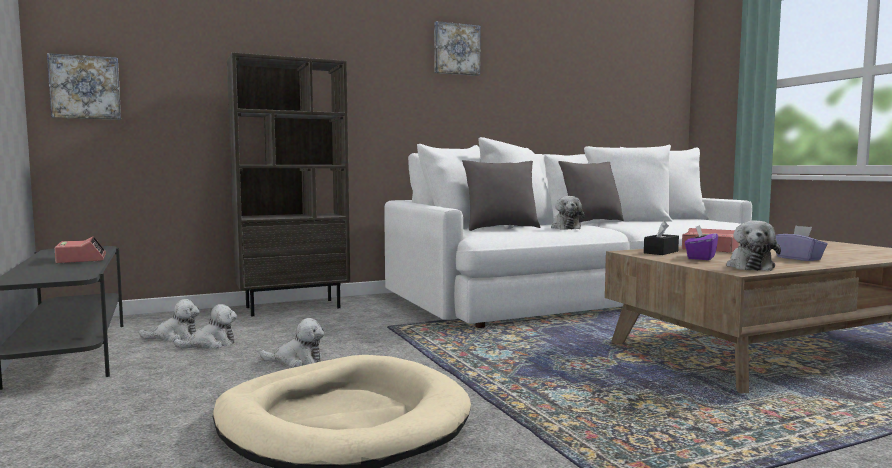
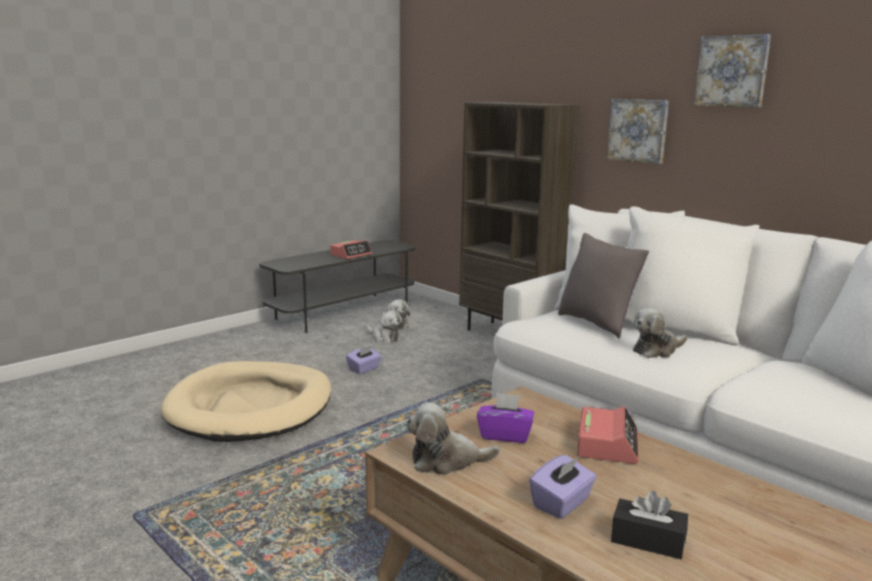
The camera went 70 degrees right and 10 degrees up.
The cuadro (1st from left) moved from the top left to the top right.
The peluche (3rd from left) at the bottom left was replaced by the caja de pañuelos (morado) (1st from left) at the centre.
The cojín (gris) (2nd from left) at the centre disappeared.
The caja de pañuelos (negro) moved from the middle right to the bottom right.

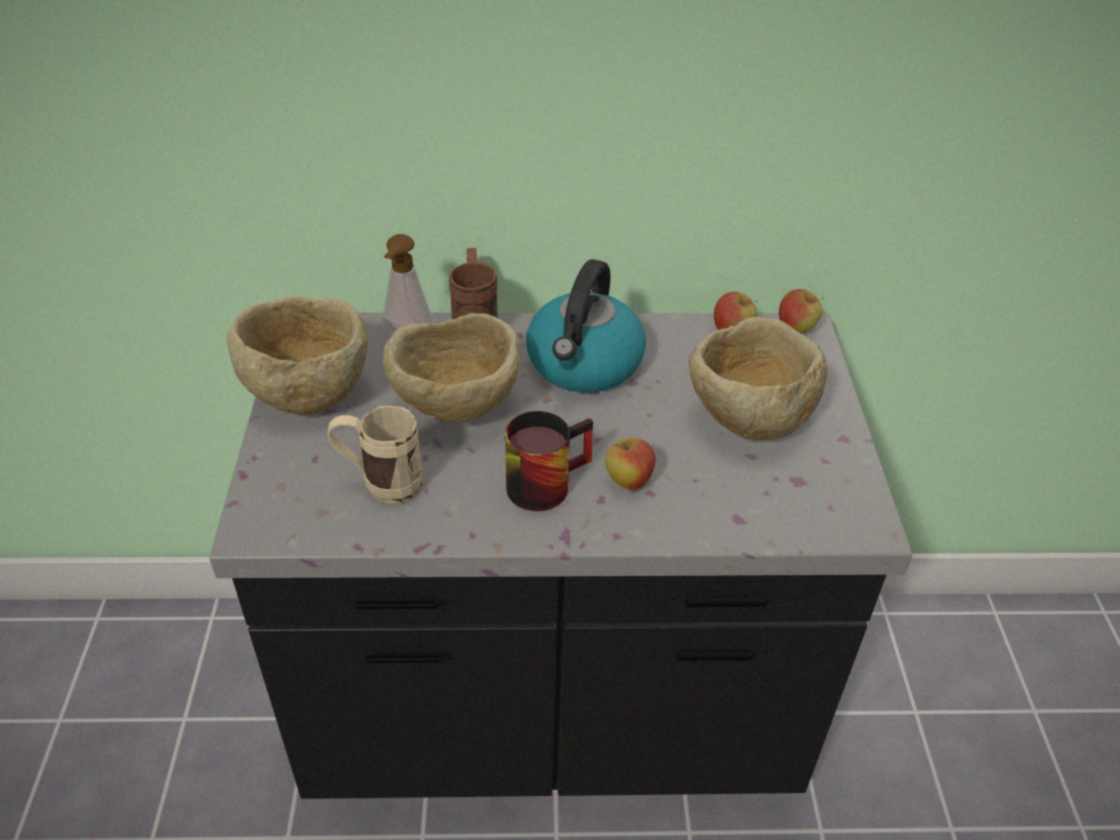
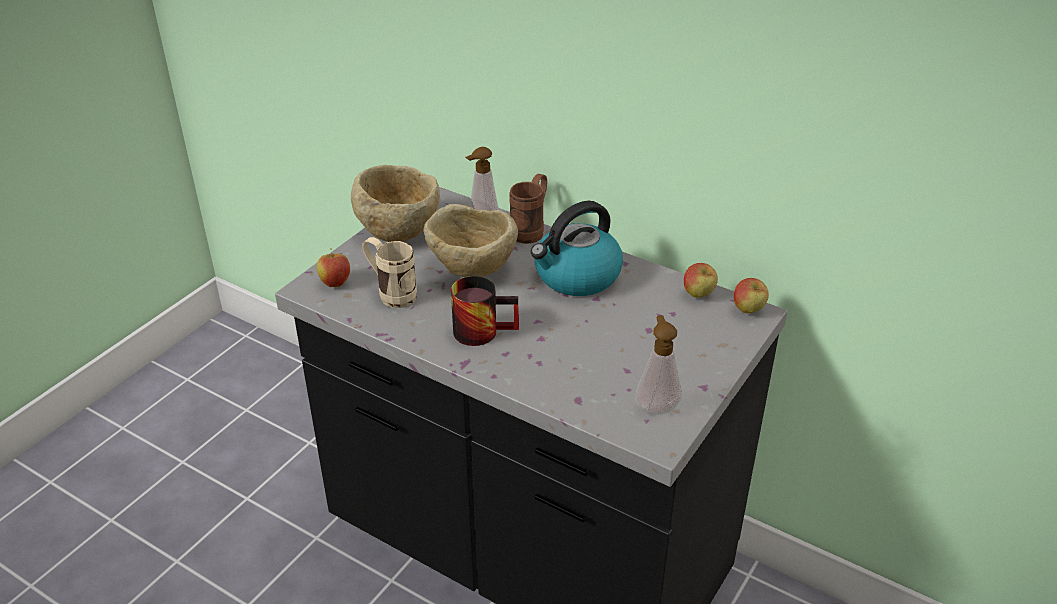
The camera went 35 degrees right and 5 degrees down.
The manzana (1st from left) moved from the centre to the middle left.
The cuenco (beis) (3rd from left) at the middle right disappeared.
The dispensador de jabón (2nd from left) at the centre appeared.

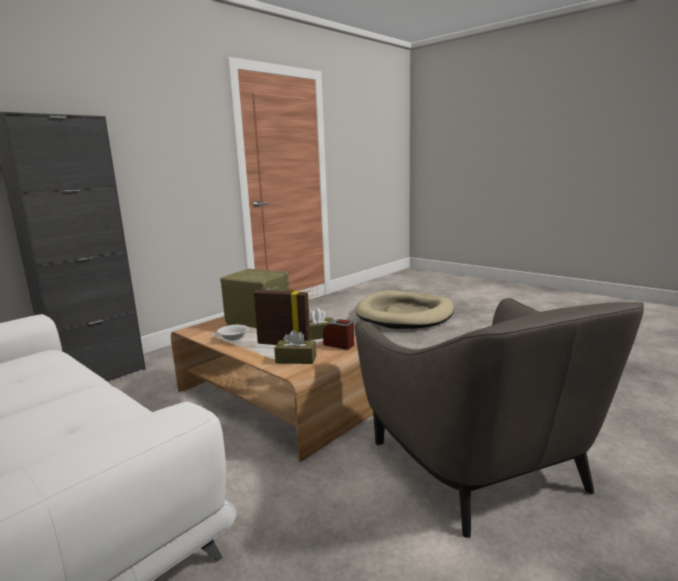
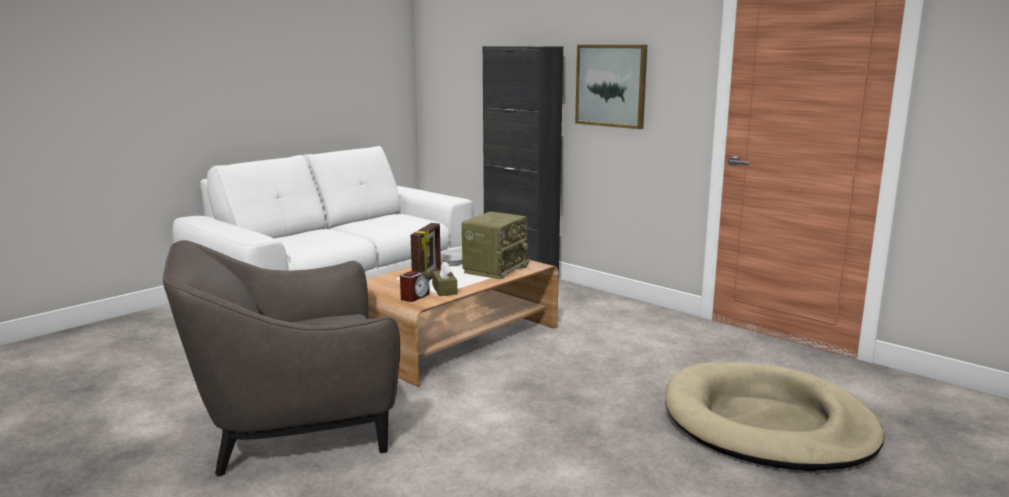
The camera went 90 degrees right and 0 degrees up.
The caja de pañuelos (marrón) (1st from left) at the centre disappeared.
The cuadro at the top centre appeared.

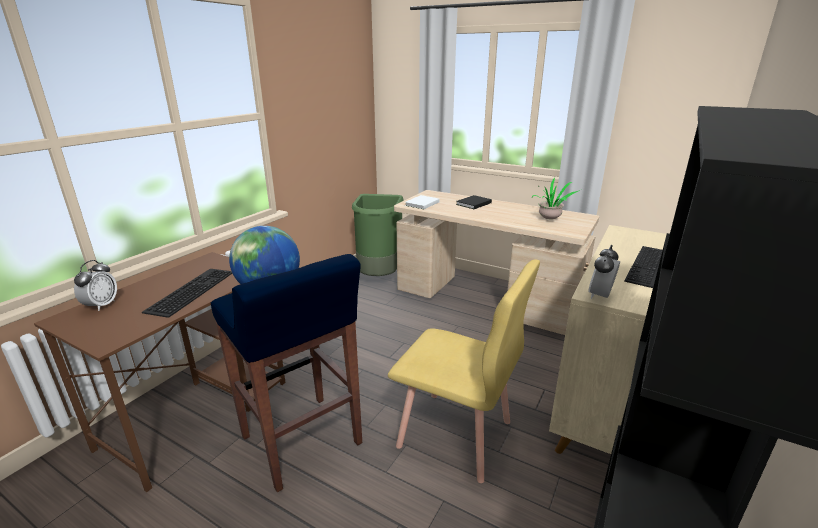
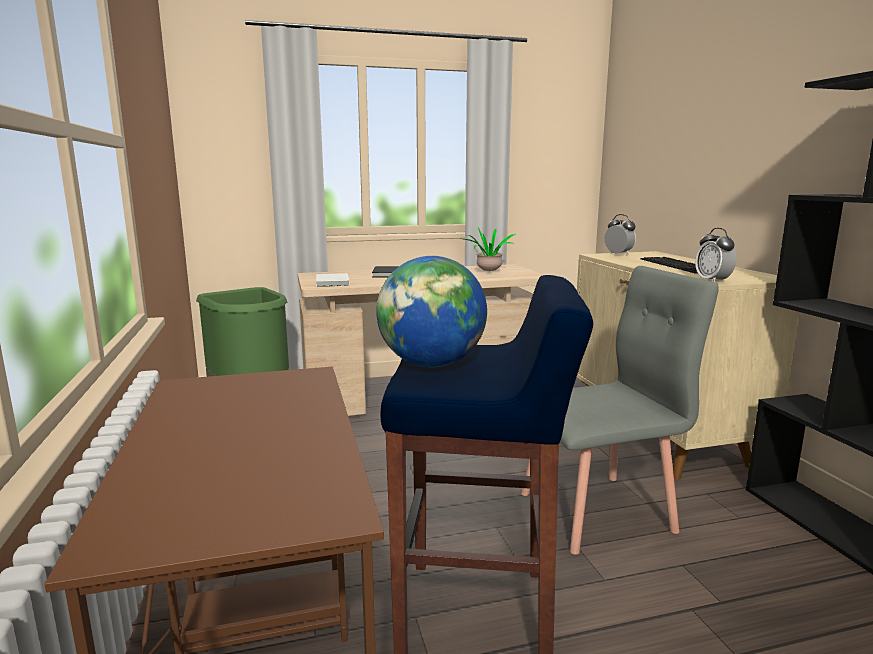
The camera went 45 degrees left and 10 degrees down.
The despertador (1st from left) moved from the middle left to the middle right.
The teclado (1st from left) at the middle left disappeared.
The silla (amarillo) at the bottom centre became the silla (gris) at the middle right.

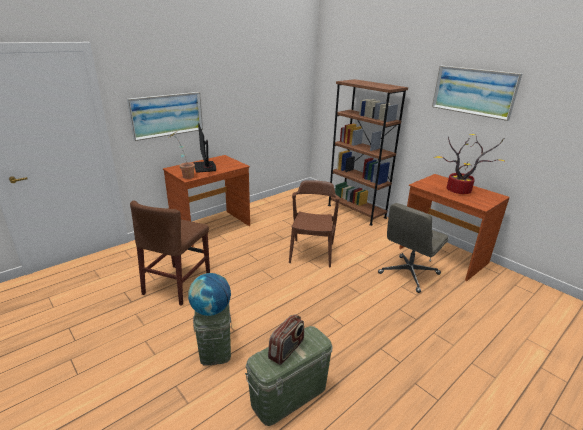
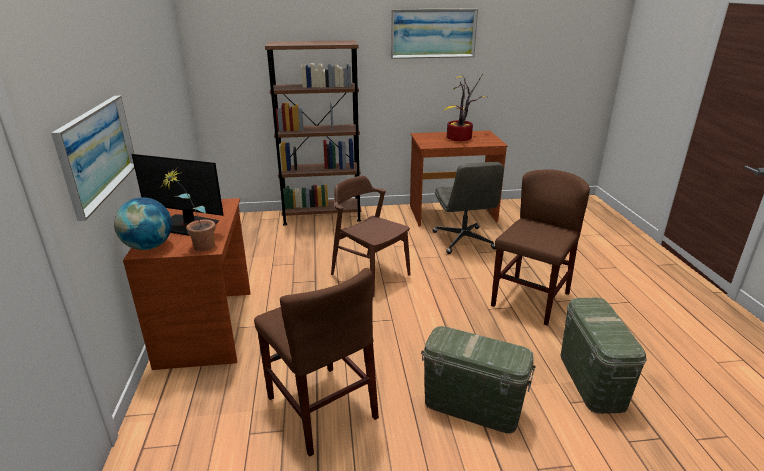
The camera went 55 degrees left and 0 degrees up.
The globo terráqueo moved from the bottom centre to the middle left.
The radio at the bottom centre disappeared.
The silla (marrón) (3rd from left) at the middle right appeared.

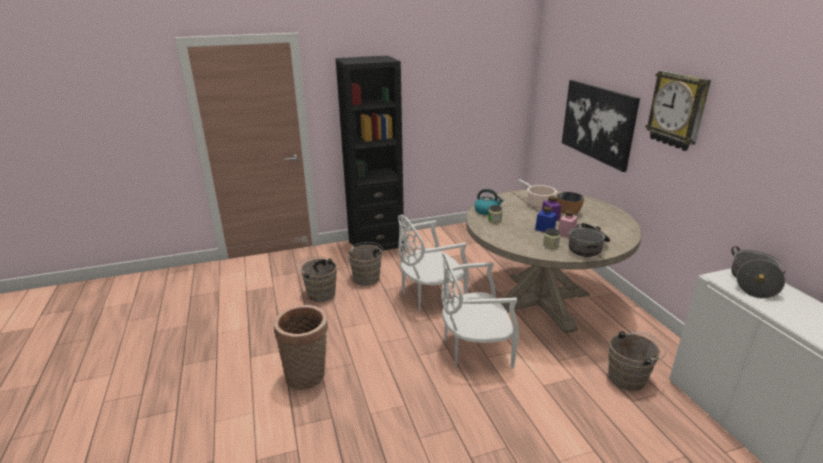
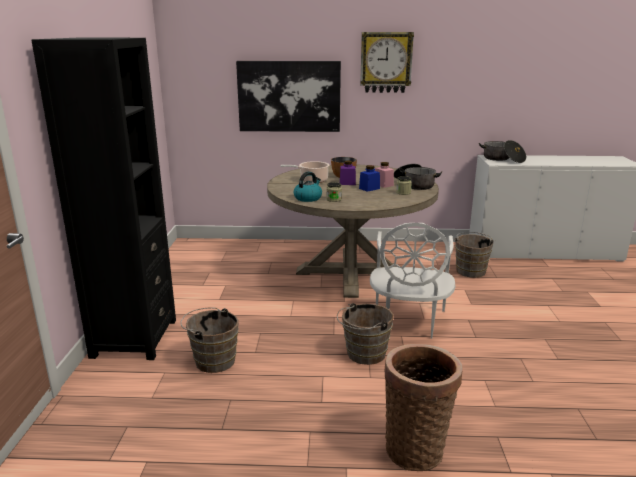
The camera went 70 degrees left and 5 degrees down.
The cubo (marrón) (1st from left in the first image) moved from the centre to the bottom centre.
The silla (blanco) (1st from left) at the centre disappeared.

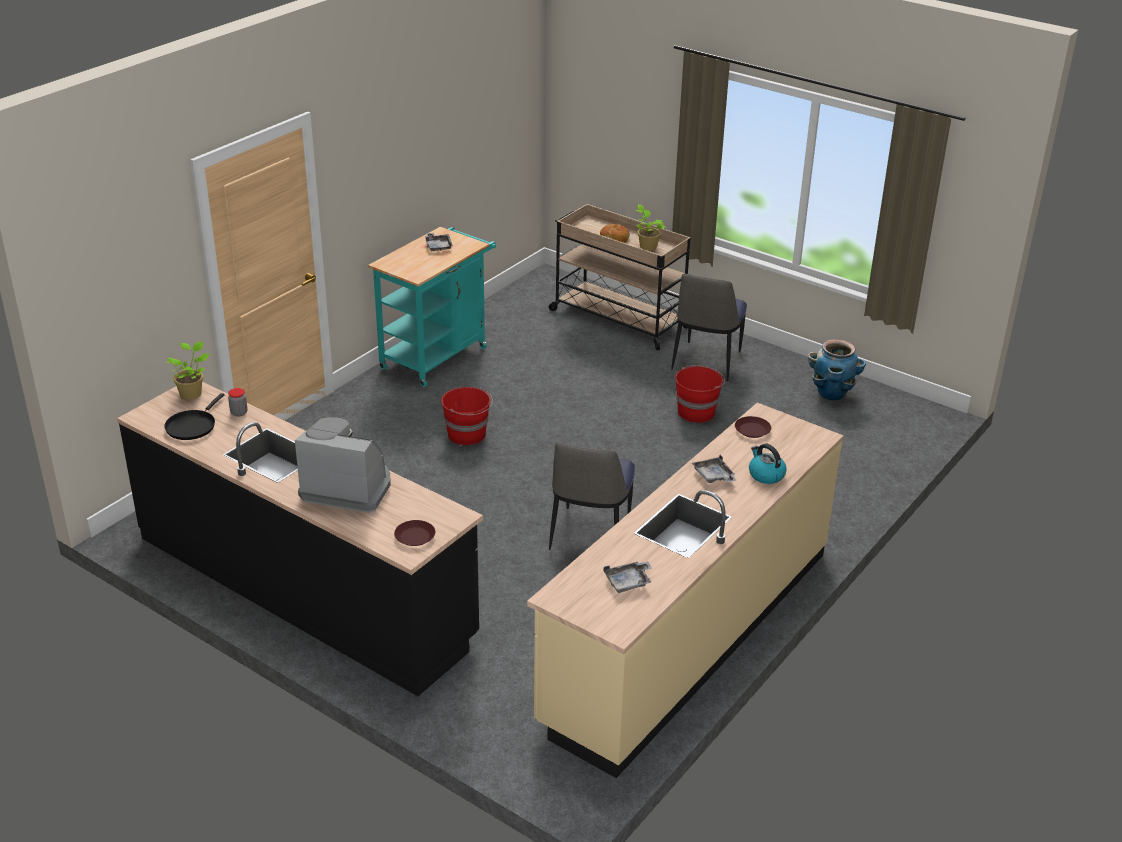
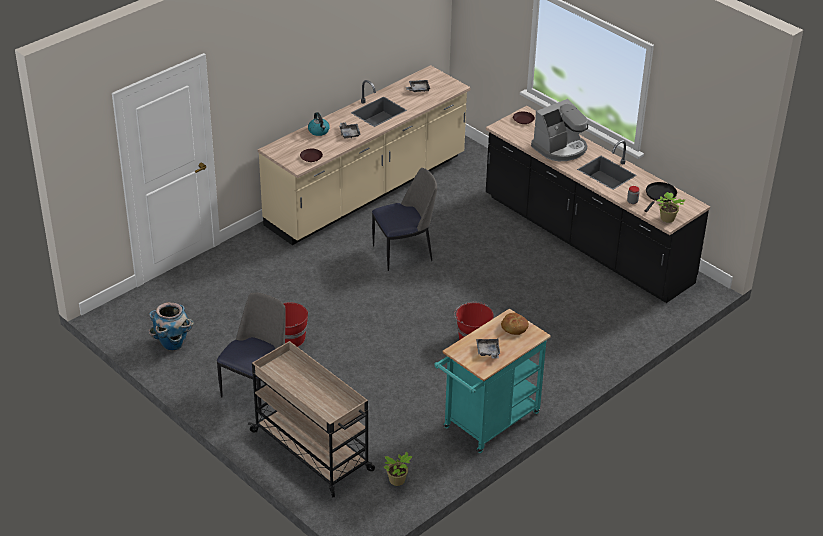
The camera went 170 degrees left and 5 degrees up.
The cafetera at the middle left turned 60 degrees counterclockwise.
The silla (1st from left in the first image) at the centre turned 45 degrees clockwise.
The pan moved from the top centre to the centre.
The planta en maceta (2nd from left in the first image) moved from the top centre to the bottom centre.

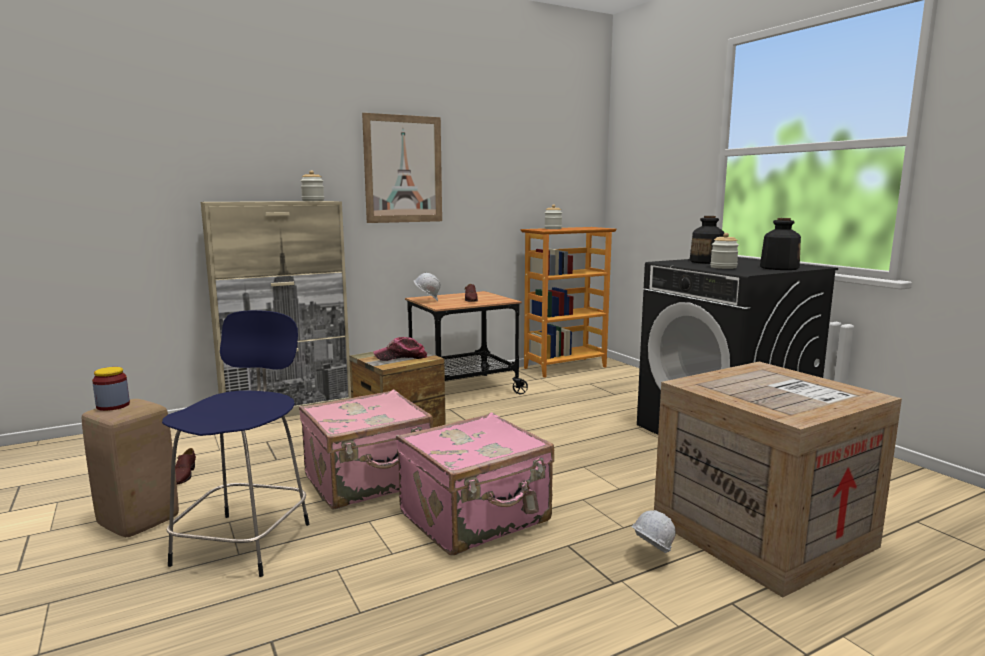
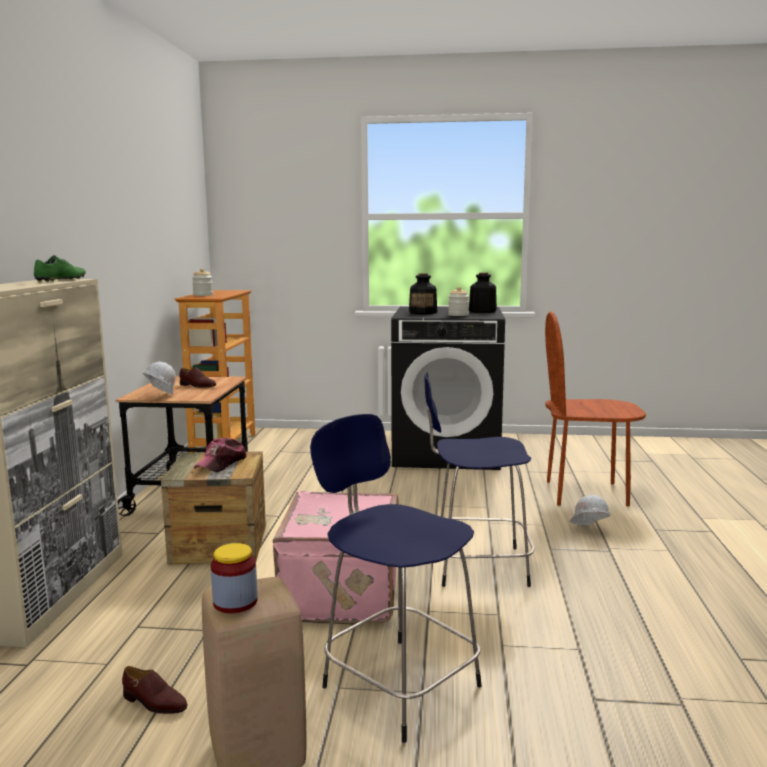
The camera went 55 degrees left and 0 degrees up.
The tarro (2nd from left) at the top left was replaced by the zapato (verde) at the middle left.
The cuadro at the top centre disappeared.
The maleta (rosa) (2nd from left) at the bottom centre was replaced by the taburete (azul) (2nd from left) at the centre.
The caja de embalaje (2nd from left) at the bottom right was replaced by the silla (marrón) at the middle right.

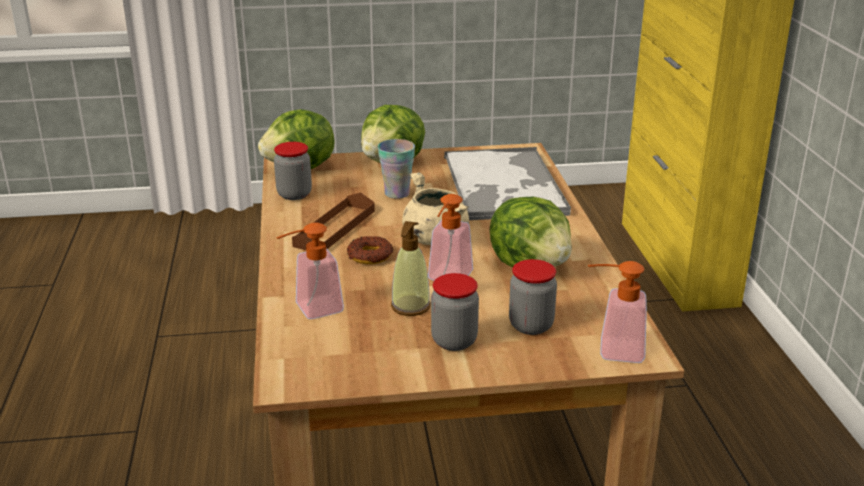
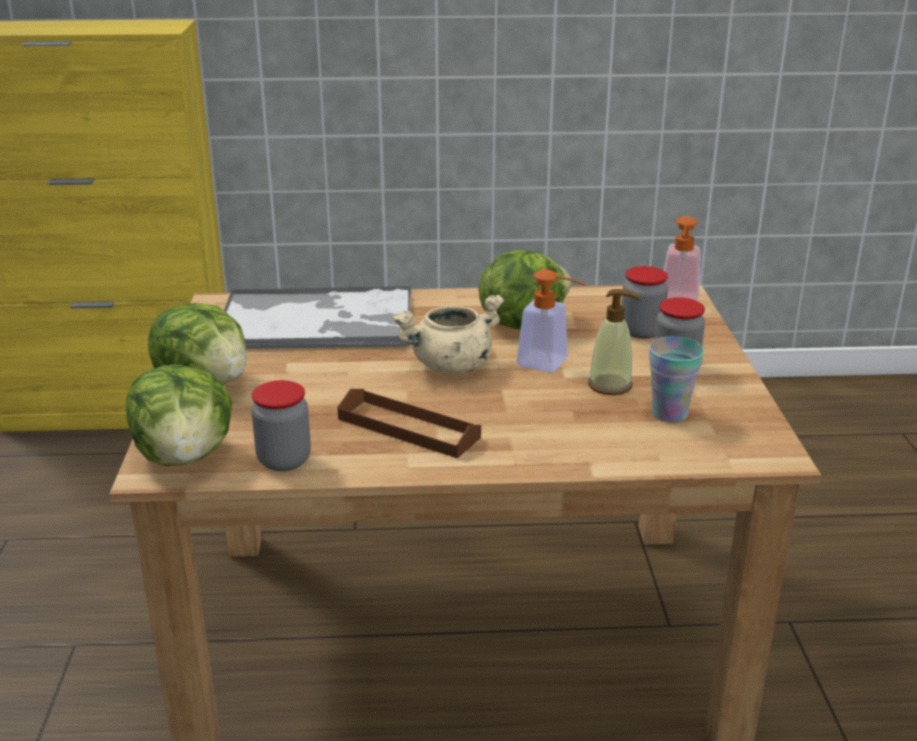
The camera went 85 degrees left and 0 degrees up.
The dispensador de jabón (1st from left) at the centre disappeared.
The rosquilla at the centre disappeared.
The taza moved from the centre to the middle right.

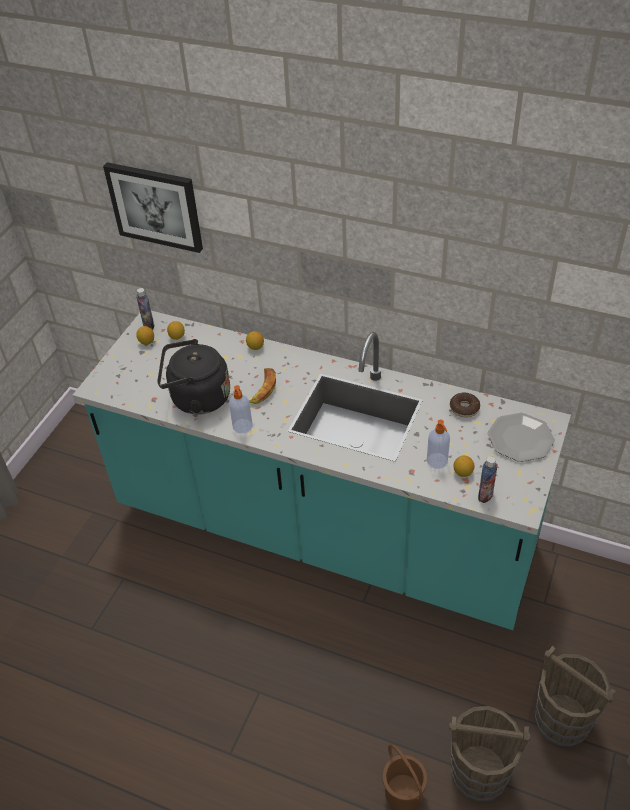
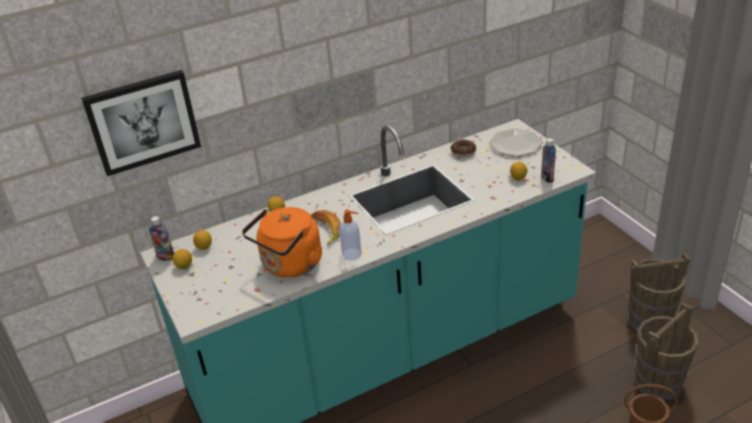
The camera went 50 degrees left and 10 degrees down.
The hervidor (negro) at the middle left became the hervidor (naranja) at the centre.
The dispensador de jabón (2nd from left) at the middle right disappeared.

